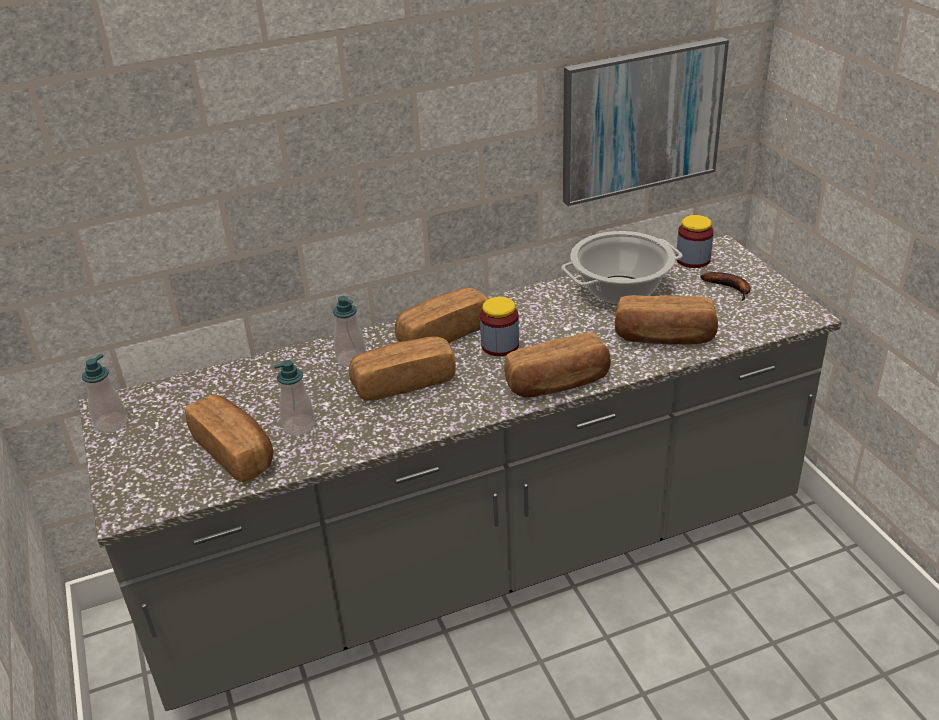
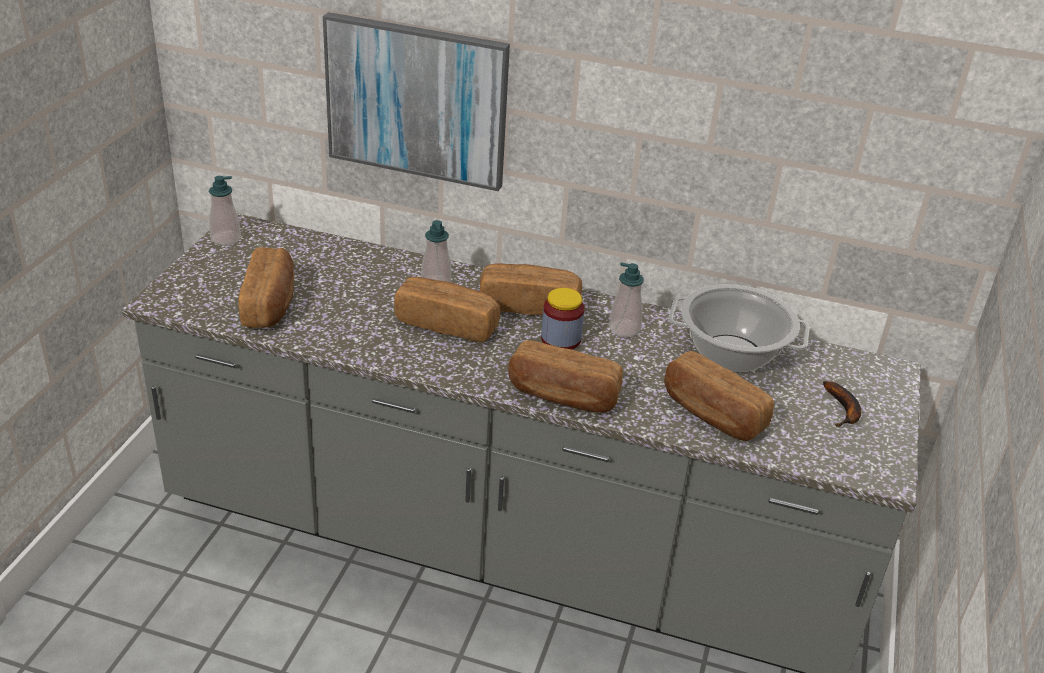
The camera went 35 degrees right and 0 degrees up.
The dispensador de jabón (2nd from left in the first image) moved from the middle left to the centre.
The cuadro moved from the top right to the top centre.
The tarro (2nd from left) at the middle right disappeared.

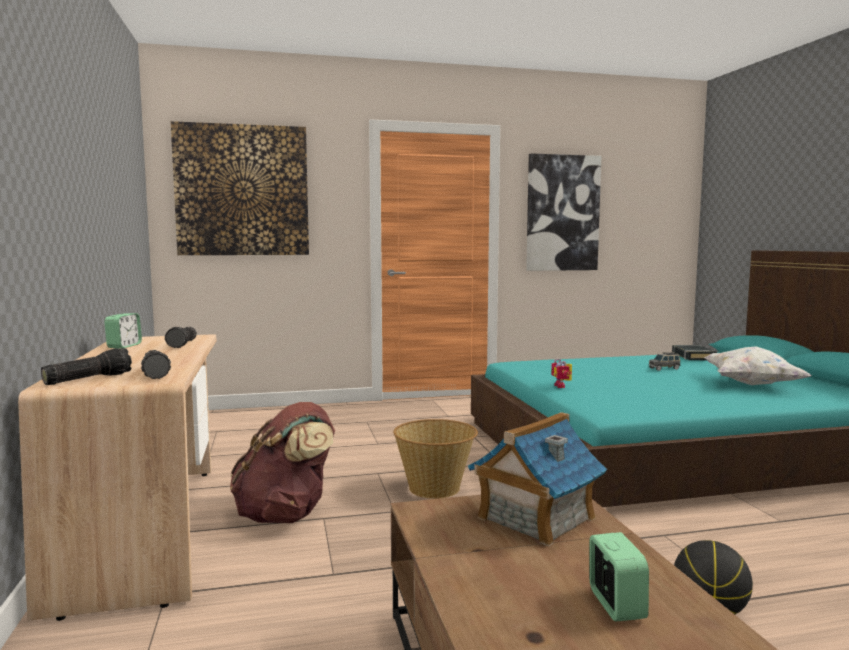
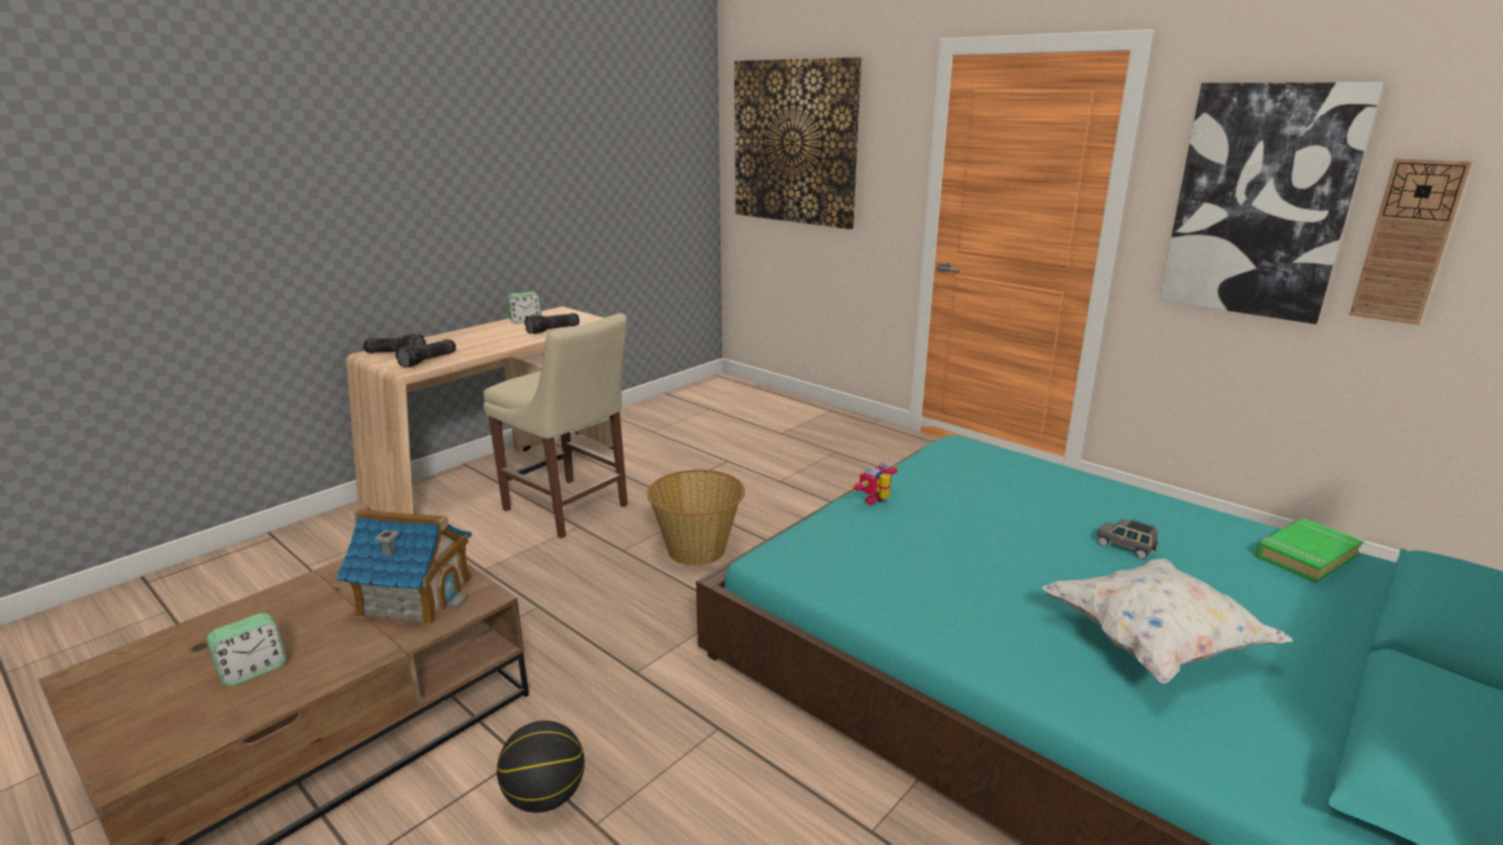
The camera went 55 degrees right and 15 degrees up.
The mochila (marrón) at the bottom left was replaced by the silla (beis) at the centre.
The libro (negro) at the middle right became the libro (verde) at the middle right.
The reloj de pared at the top right appeared.

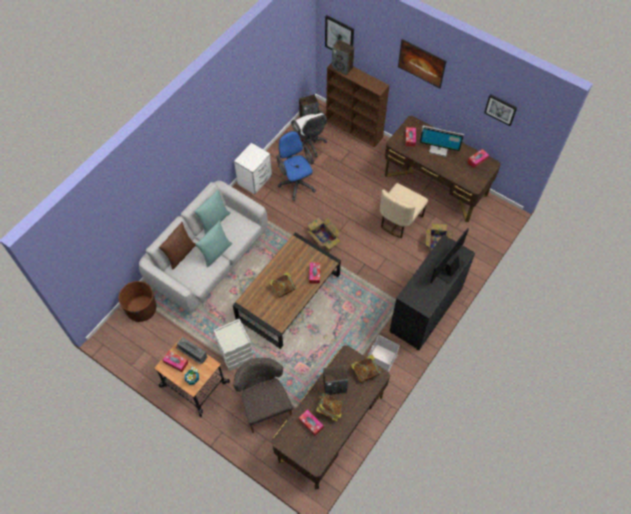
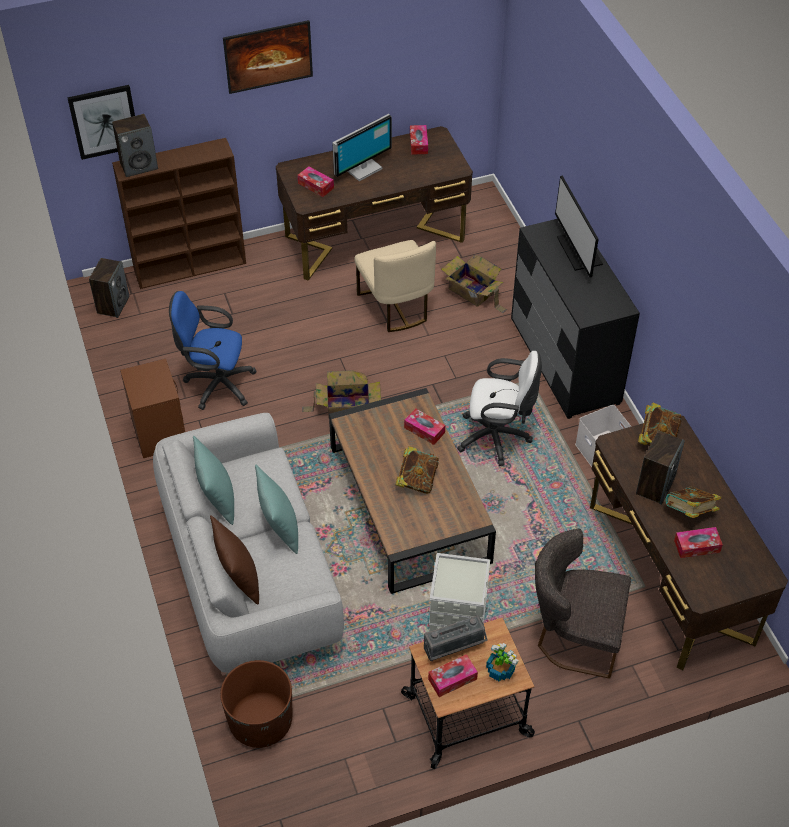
The camera went 55 degrees left and 10 degrees down.
The mesita de noche (blanco) at the top centre became the mesita de noche (marrón) at the middle left.
The silla de oficina (blanco) moved from the top centre to the centre.
The cuadro (3rd from left) at the top right disappeared.

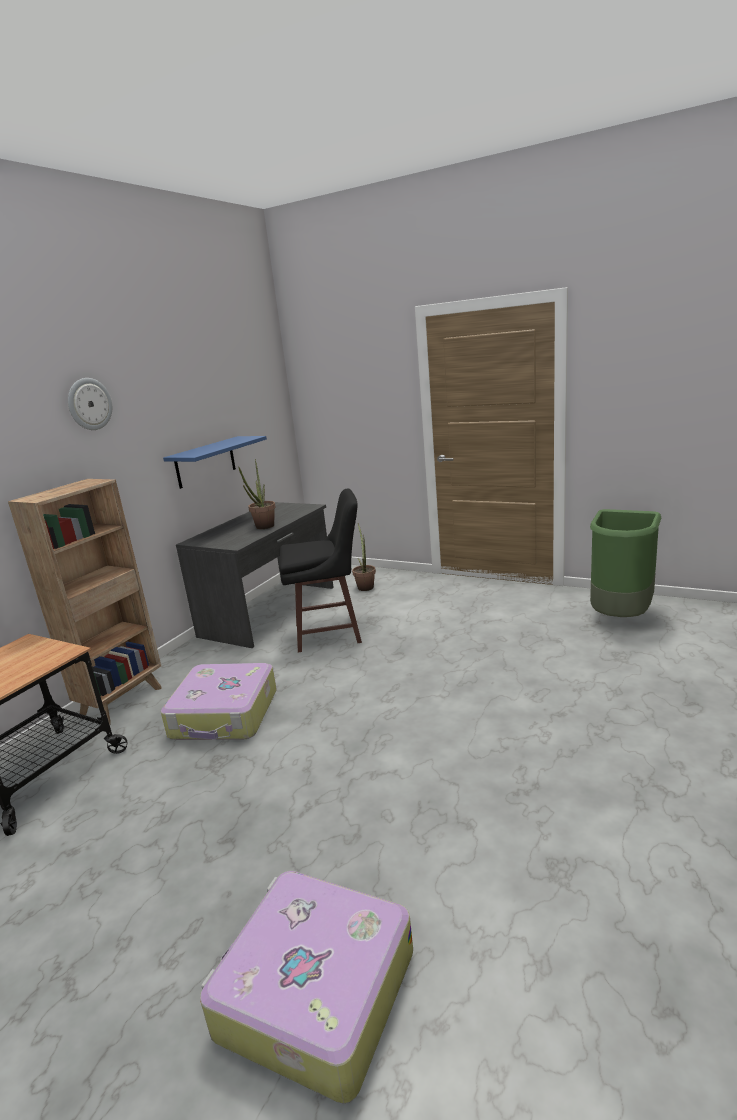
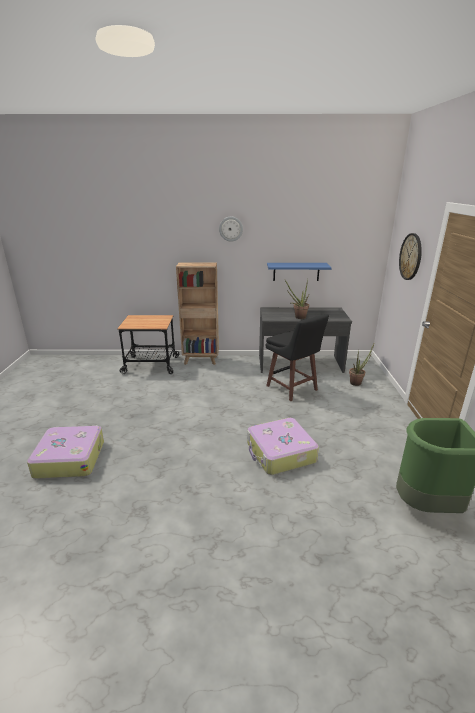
The camera went 60 degrees right and 5 degrees up.
The maleta (1st from left in the first image) moved from the middle left to the centre.
The reloj de pared (2nd from left) at the middle right appeared.

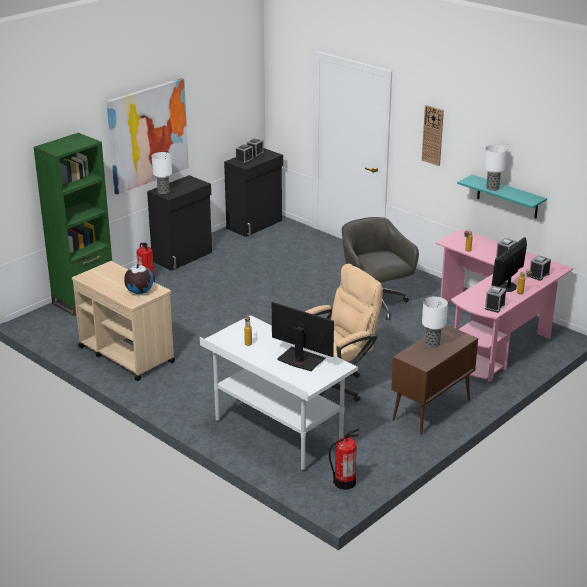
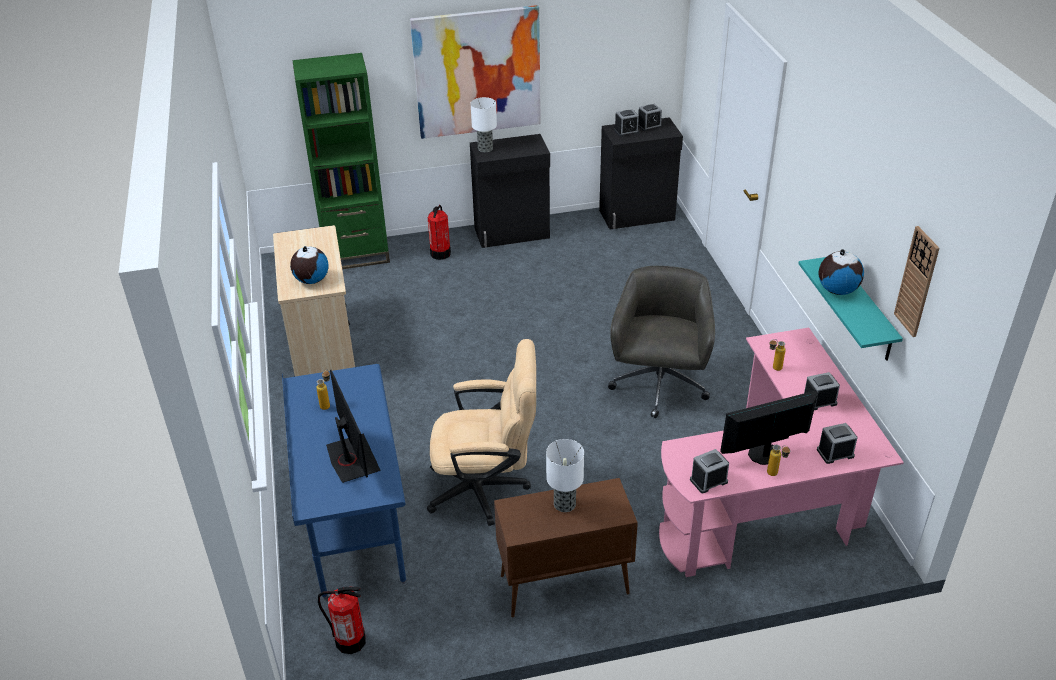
The camera went 35 degrees right and 10 degrees up.
The escritorio (blanco) at the bottom centre became the escritorio (azul) at the bottom left.
The reloj de pared moved from the top right to the middle right.
The lámpara de mesa (3rd from left) at the top right was replaced by the globo terráqueo (2nd from left) at the middle right.

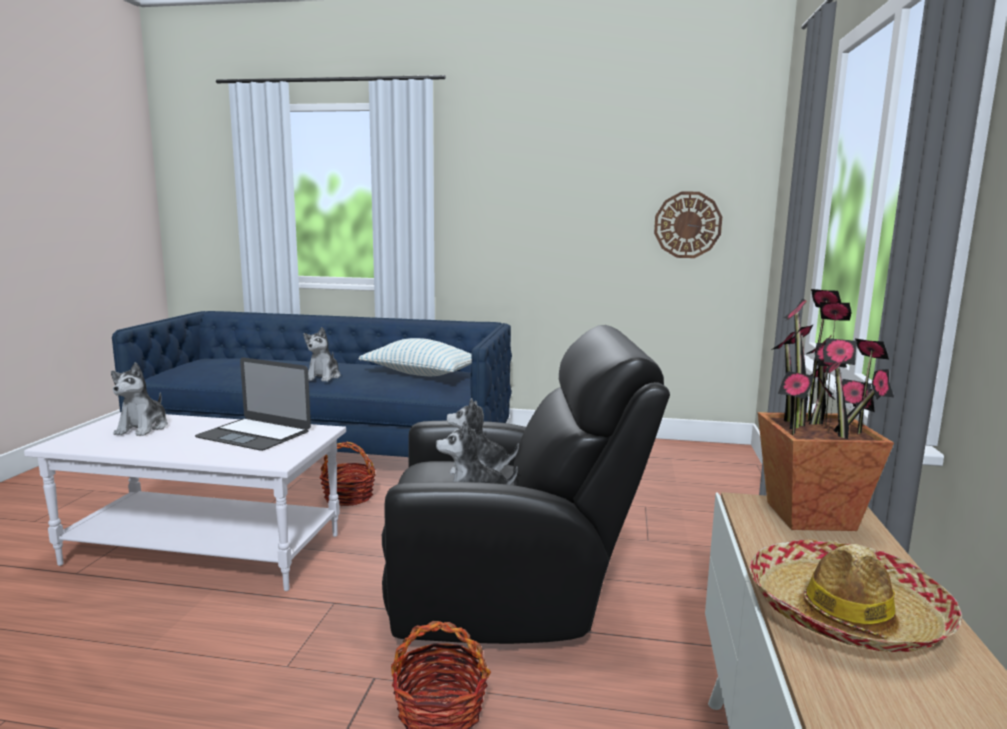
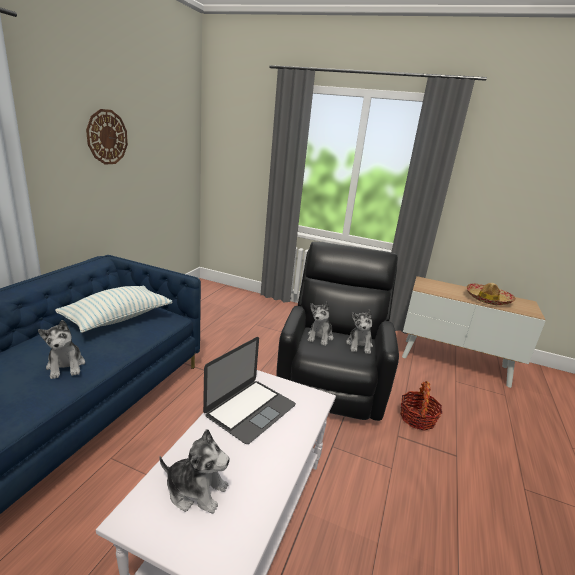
The camera went 80 degrees left and 10 degrees up.
The peluche (2nd from left in the first image) at the middle left turned 45 degrees clockwise.
The cesta (1st from left) at the centre disappeared.
The reloj de pared moved from the top right to the top left.
The planta en maceta at the middle right disappeared.

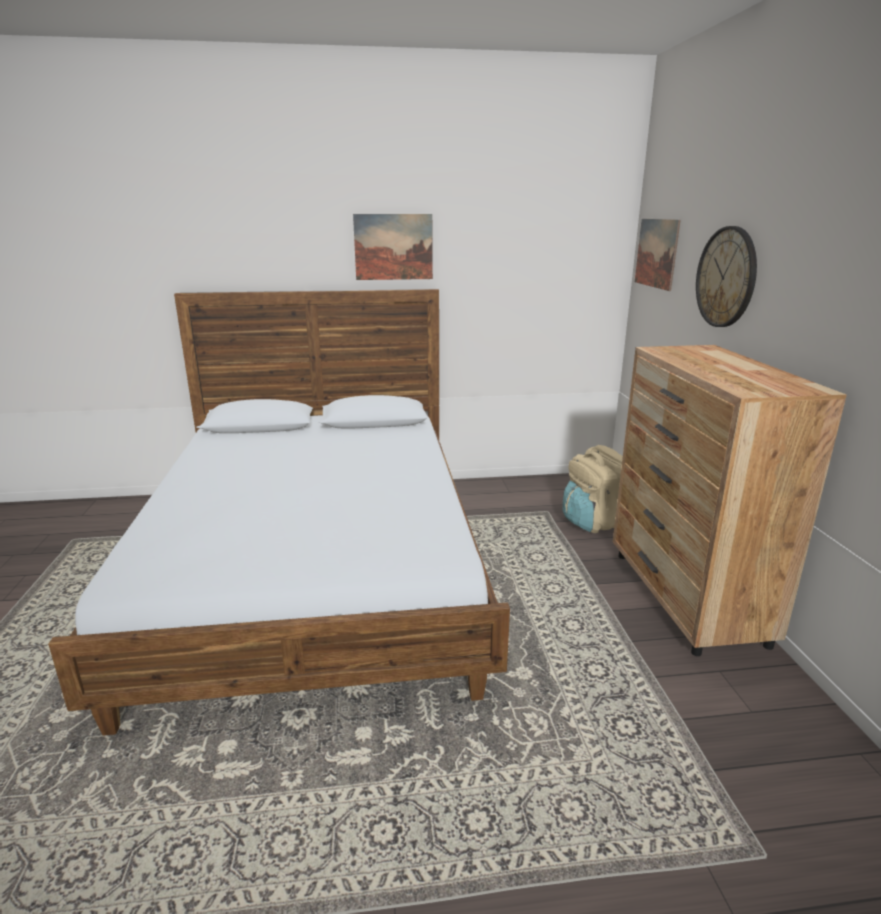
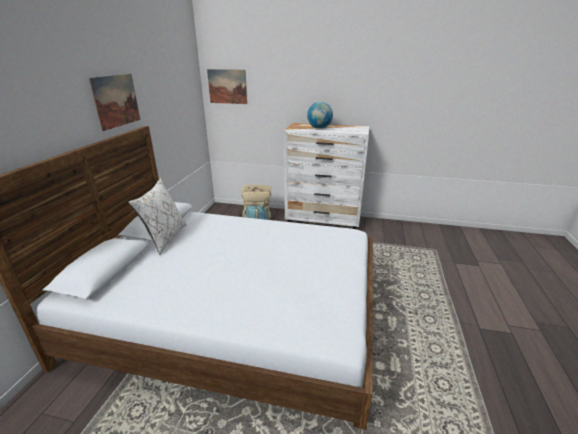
The camera went 70 degrees left and 5 degrees up.
The cómoda (marrón) at the middle right became the cómoda (blanco) at the centre.
The reloj de pared at the top right disappeared.
The cojín (blanco) at the middle left appeared.
The globo terráqueo at the top centre appeared.

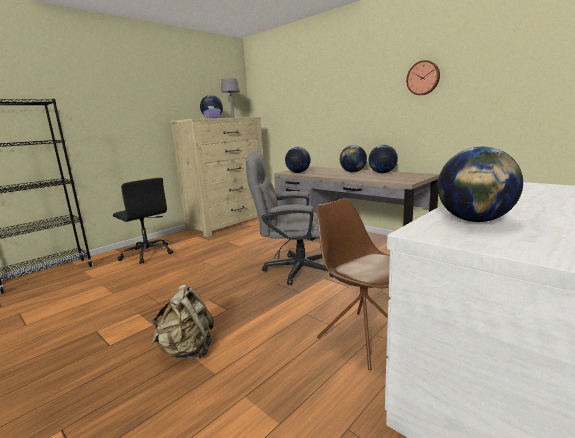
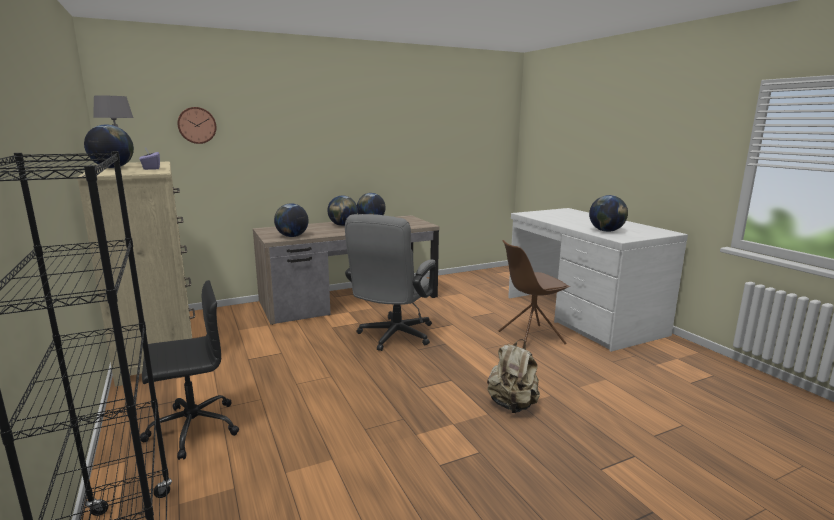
The camera went 70 degrees left and 0 degrees up.
The reloj de pared moved from the top right to the top left.

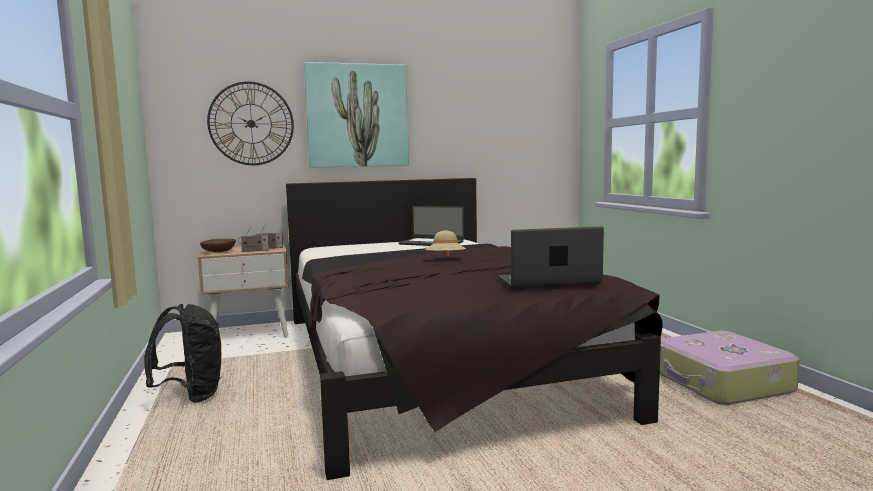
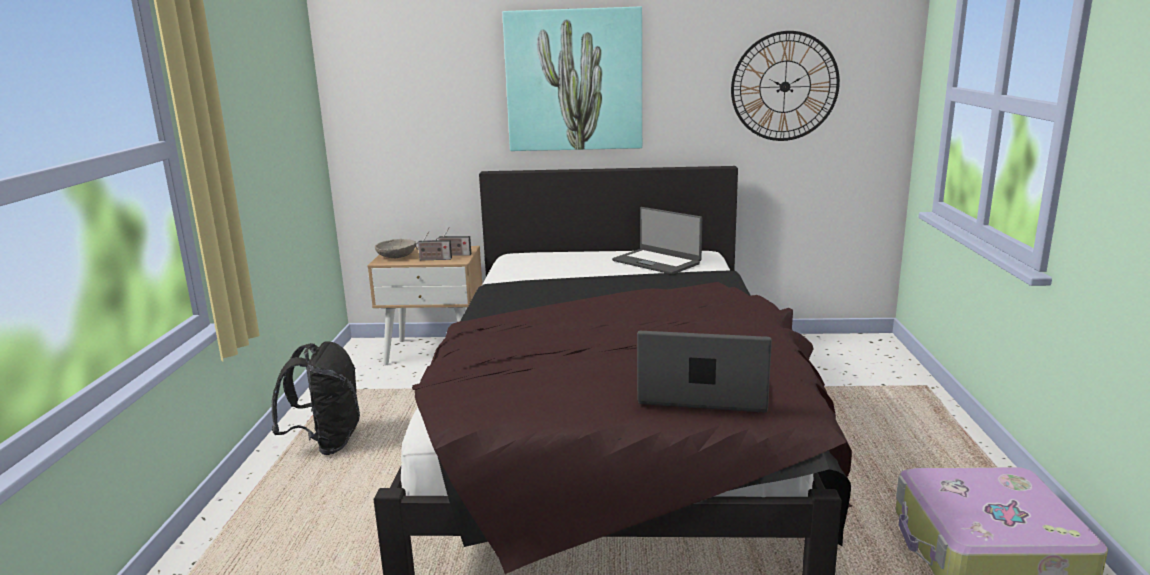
The camera went 20 degrees right and 10 degrees up.
The cuenco (marrón) at the middle left became the cuenco (gris) at the centre.
The reloj de pared moved from the top left to the top right.
The sombrero (beis) at the centre disappeared.

